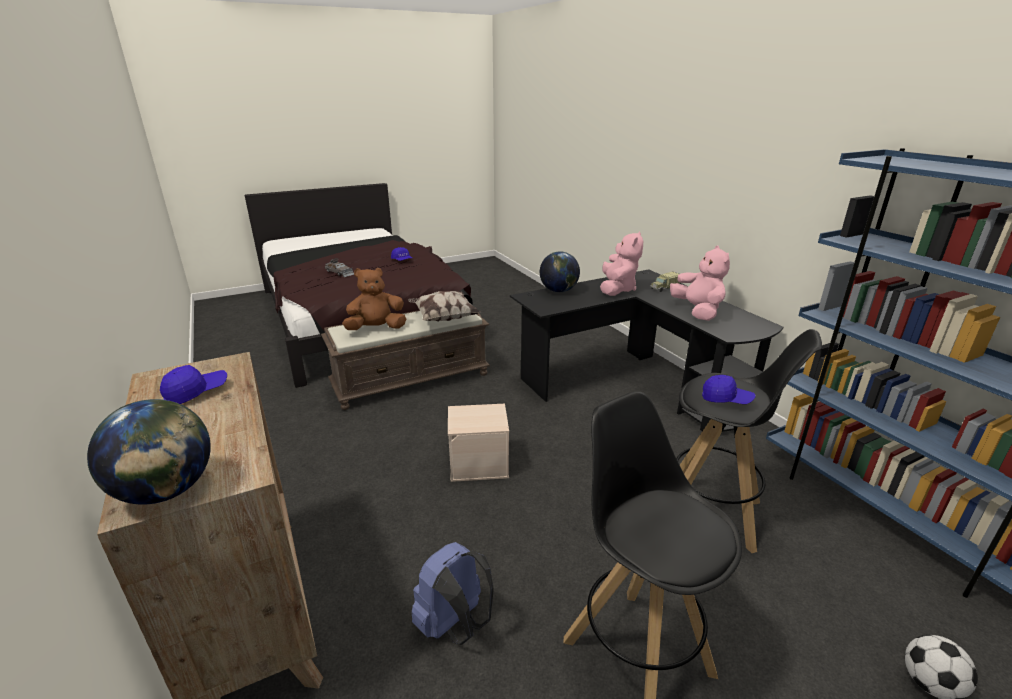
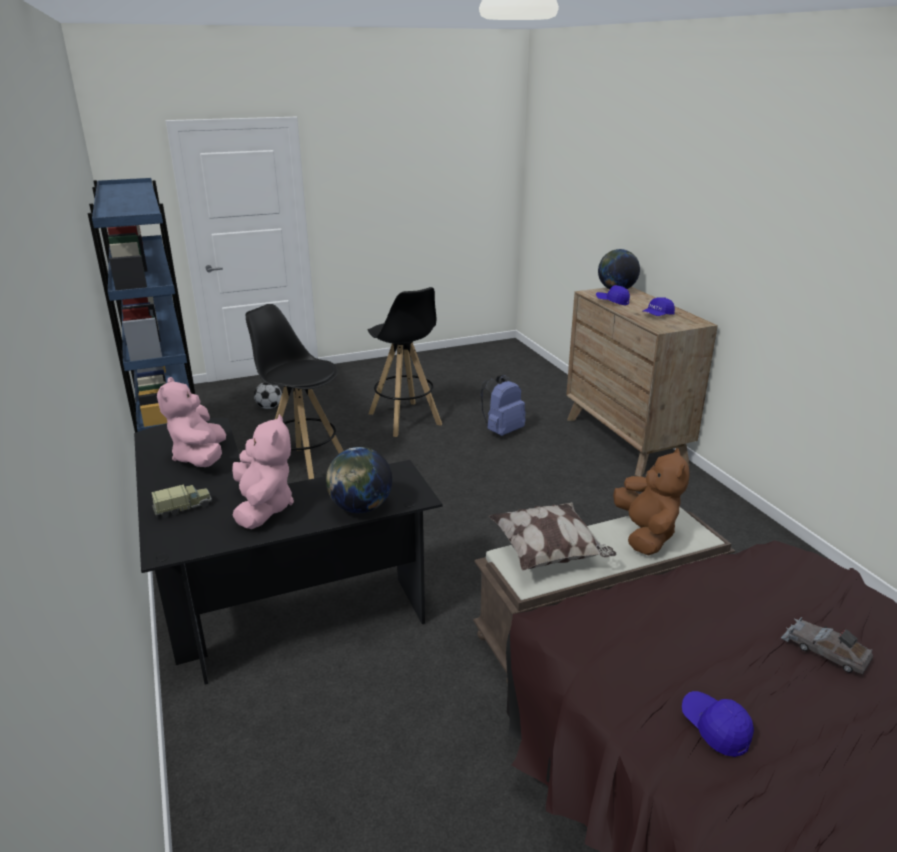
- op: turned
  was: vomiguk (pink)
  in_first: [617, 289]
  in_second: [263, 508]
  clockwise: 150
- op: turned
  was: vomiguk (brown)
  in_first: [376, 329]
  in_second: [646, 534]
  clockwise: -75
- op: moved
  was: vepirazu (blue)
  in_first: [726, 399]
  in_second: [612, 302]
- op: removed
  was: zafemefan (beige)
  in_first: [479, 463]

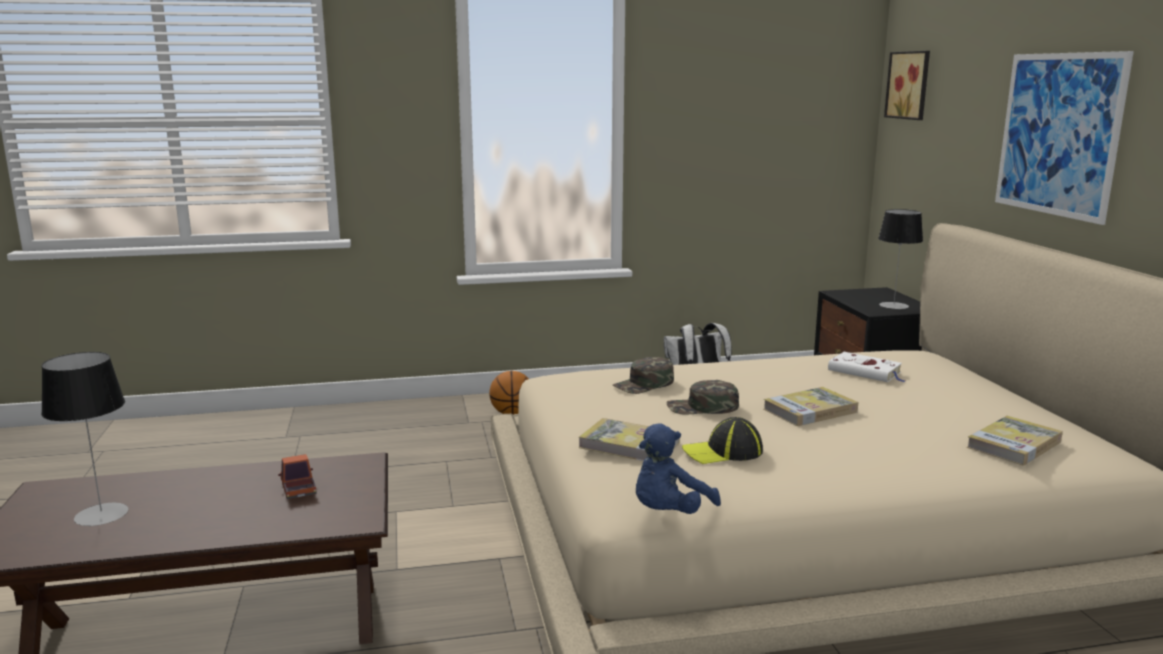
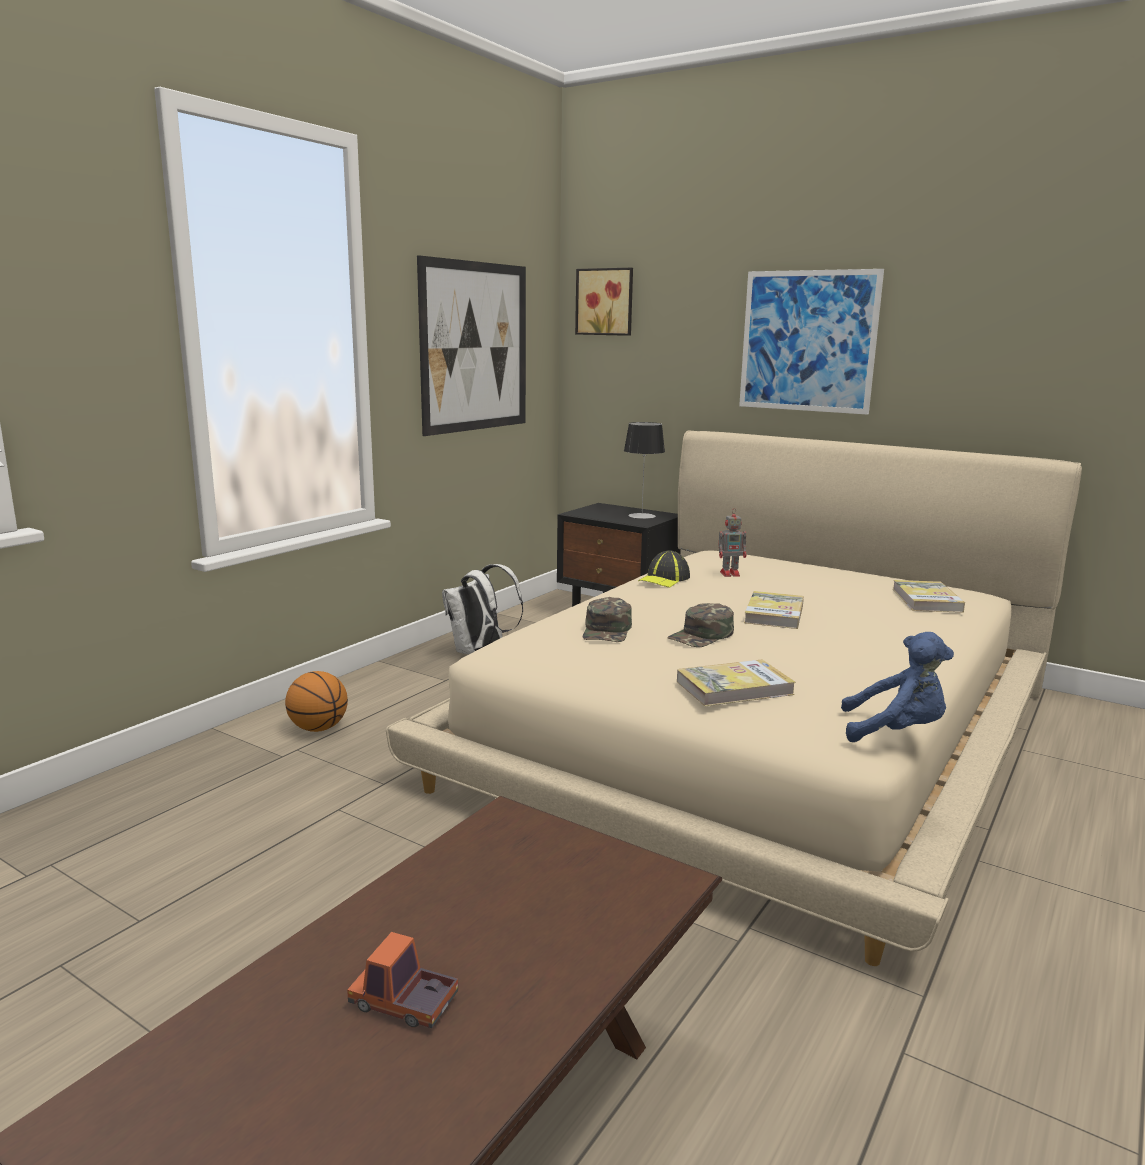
- op: removed
  was: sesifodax
  in_first: [101, 514]
- op: replaced
  was: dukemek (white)
  now: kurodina
  in_first: [866, 372]
  in_second: [731, 574]
- op: moved
  was: vepirazu
  in_first: [723, 452]
  in_second: [664, 579]
- op: turned
  was: vomiguk (blue)
  in_first: [669, 513]
  in_second: [896, 732]
  clockwise: -75
- op: moved
  was: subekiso
  in_first: [298, 490]
  in_second: [404, 1003]
- op: added
  now: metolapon
  in_second: [475, 347]

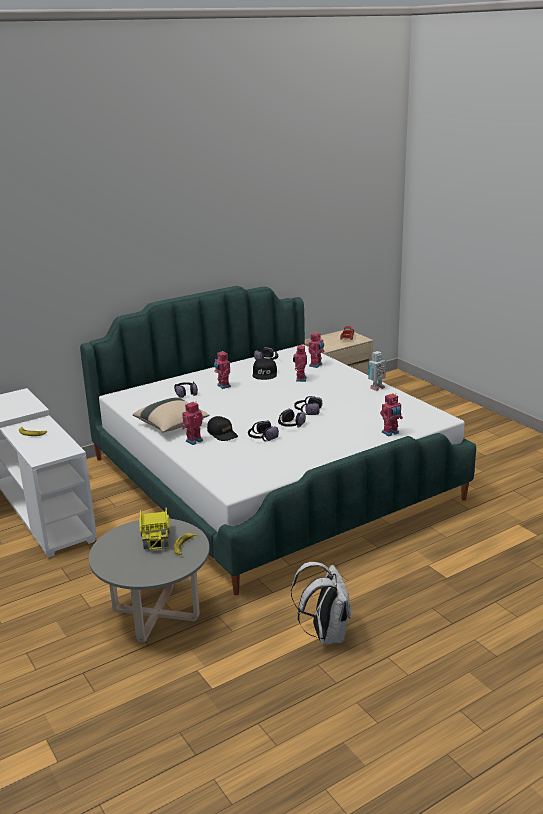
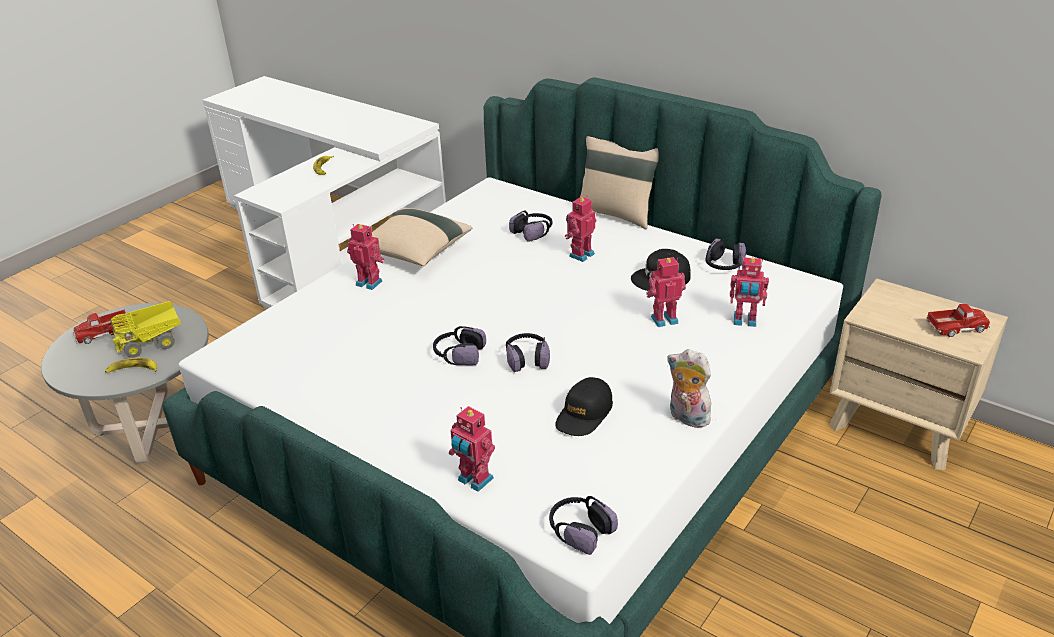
- op: replaced
  was: kurodina
  now: vomiguk
  in_first: [376, 388]
  in_second: [686, 418]
- op: moved
  was: vepirazu (black)
  in_first: [222, 434]
  in_second: [584, 414]
- op: moved
  was: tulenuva
  in_first: [262, 437]
  in_second: [580, 530]
- op: removed
  was: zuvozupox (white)
  in_first: [325, 634]
- op: added
  now: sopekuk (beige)
  in_second: [616, 214]
- op: added
  now: subekiso
  in_second: [104, 333]

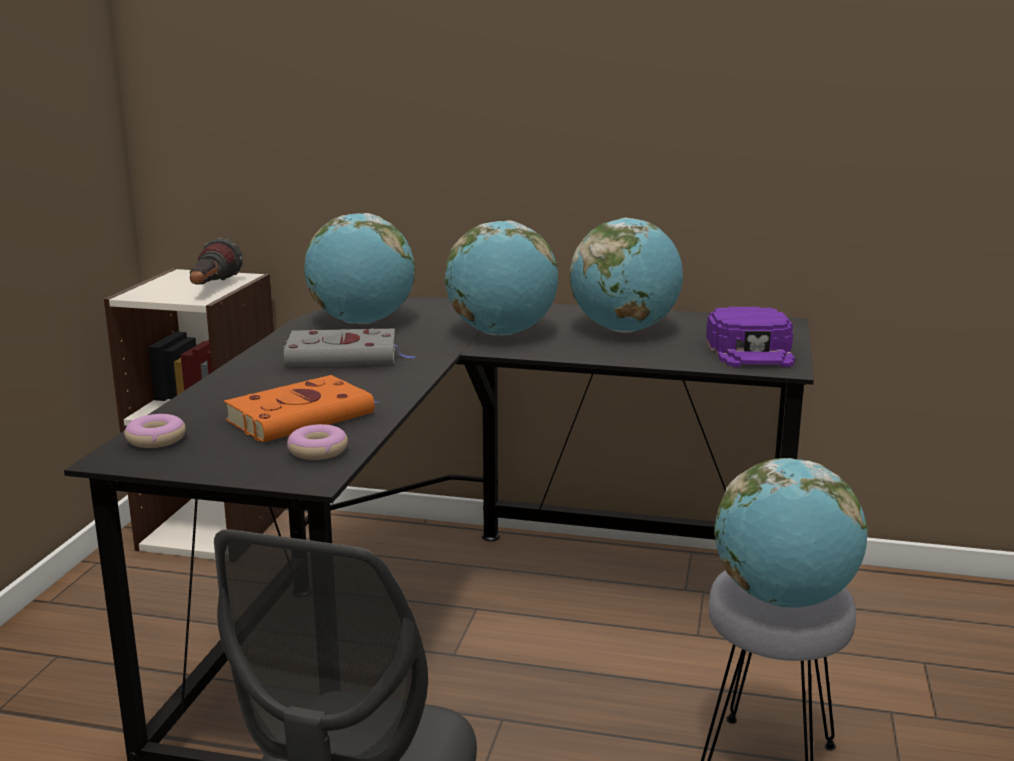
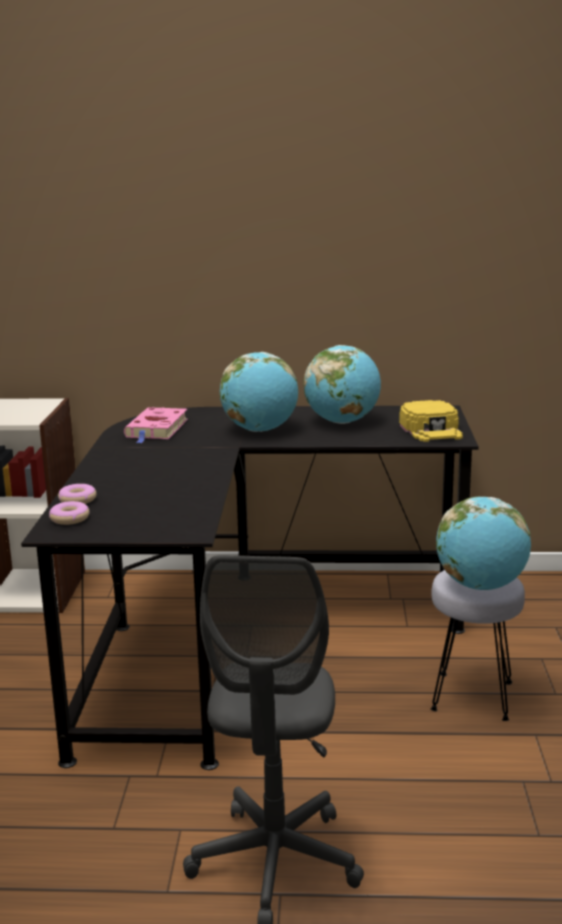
- op: replaced
  was: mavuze
  now: dukemek (pink)
  in_first: [362, 322]
  in_second: [157, 429]
- op: removed
  was: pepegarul
  in_first: [212, 288]
- op: recoloured
  was: vepirazu (purple)
  now: vepirazu (yellow)
  in_first: [751, 350]
  in_second: [431, 430]
- op: removed
  was: dukemek (grey)
  in_first: [345, 356]
- op: removed
  was: dukemek (orange)
  in_first: [303, 416]
- op: moved
  was: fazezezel
  in_first: [318, 451]
  in_second: [78, 500]

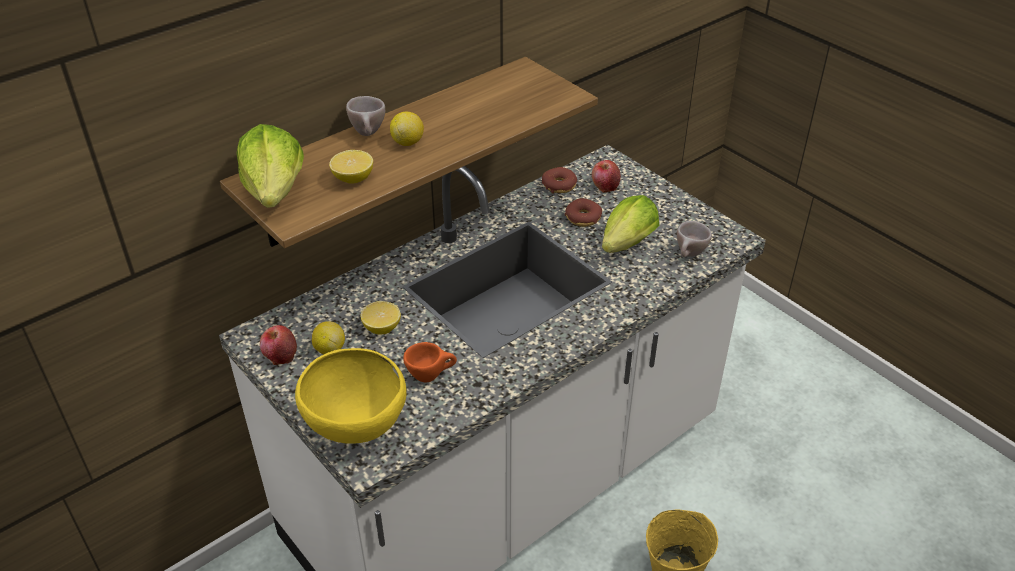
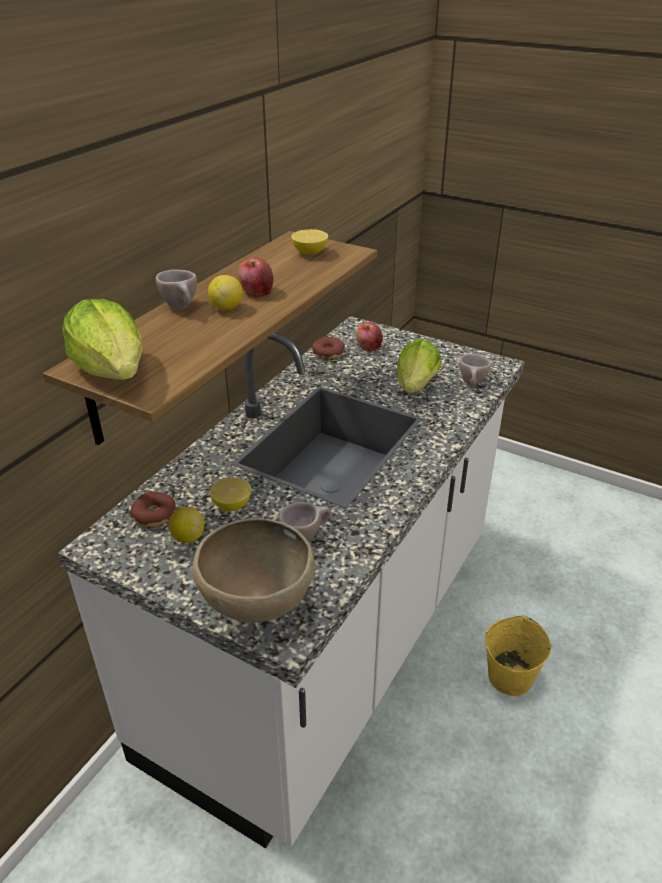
- op: moved
  was: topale
  in_first: [353, 179]
  in_second: [310, 252]
- op: moved
  was: fazezezel
  in_first: [583, 218]
  in_second: [154, 515]
- op: moved
  was: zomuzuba
  in_first: [280, 356]
  in_second: [256, 291]
- op: recoloured
  was: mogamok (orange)
  now: mogamok (beige)
  in_first: [431, 375]
  in_second: [305, 536]
- op: recoloured
  was: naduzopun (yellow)
  now: naduzopun (brown)
  in_first: [356, 428]
  in_second: [257, 606]

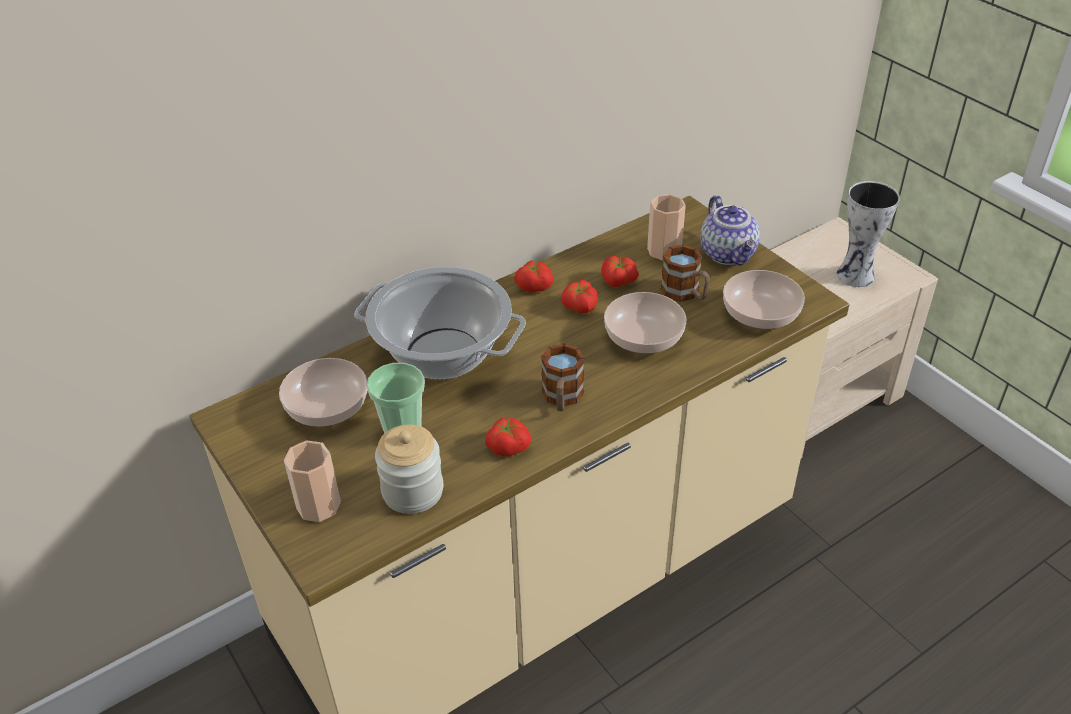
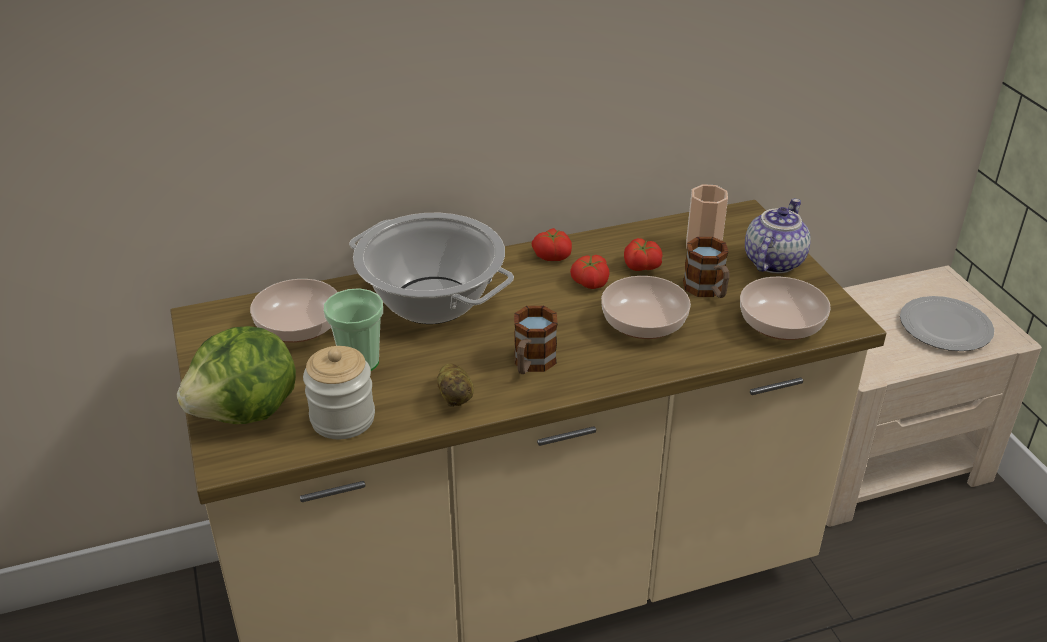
- op: replaced
  was: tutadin
  now: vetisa
  in_first: [856, 276]
  in_second: [946, 328]
- op: turned
  was: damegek
  in_first: [729, 254]
  in_second: [772, 261]
  clockwise: -150
- op: replaced
  was: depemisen
  now: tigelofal
  in_first: [508, 446]
  in_second: [456, 397]
- op: replaced
  was: mogamok
  now: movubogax
  in_first: [318, 505]
  in_second: [247, 412]

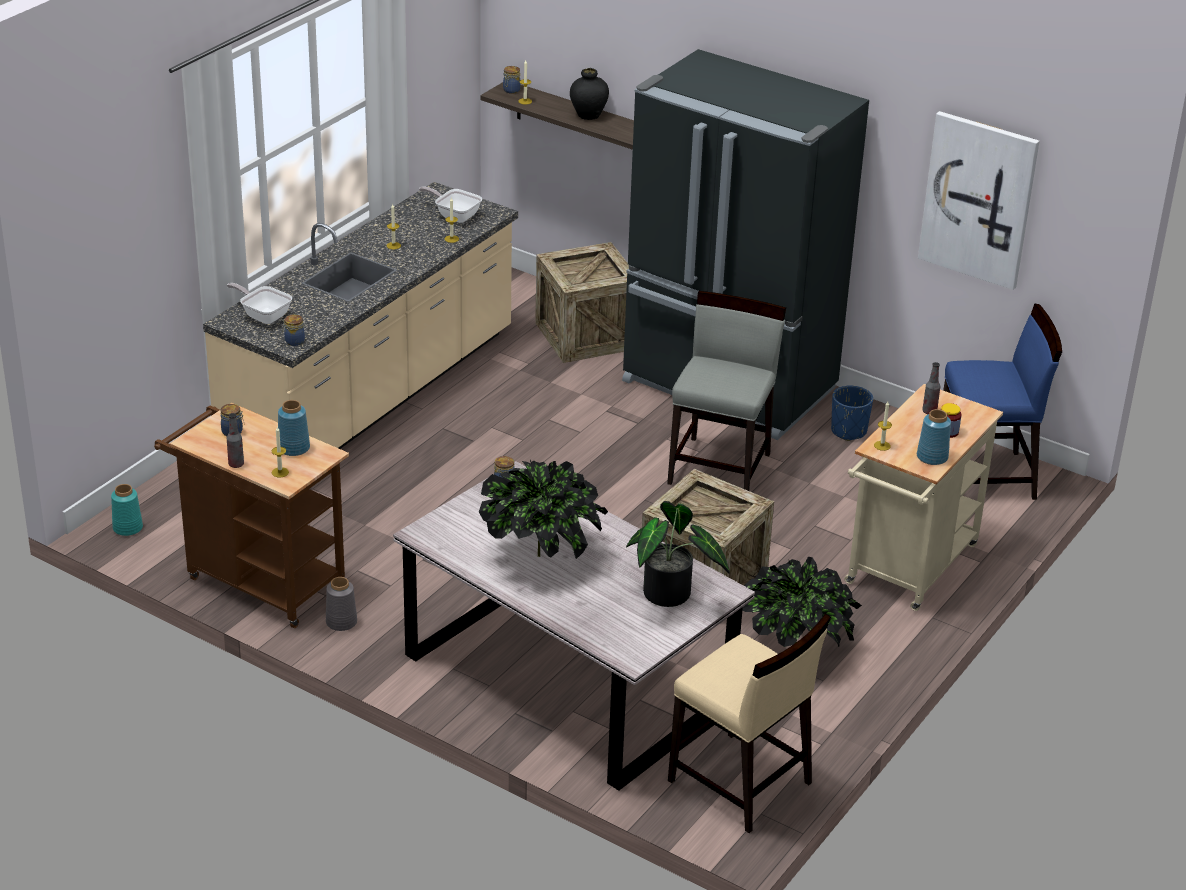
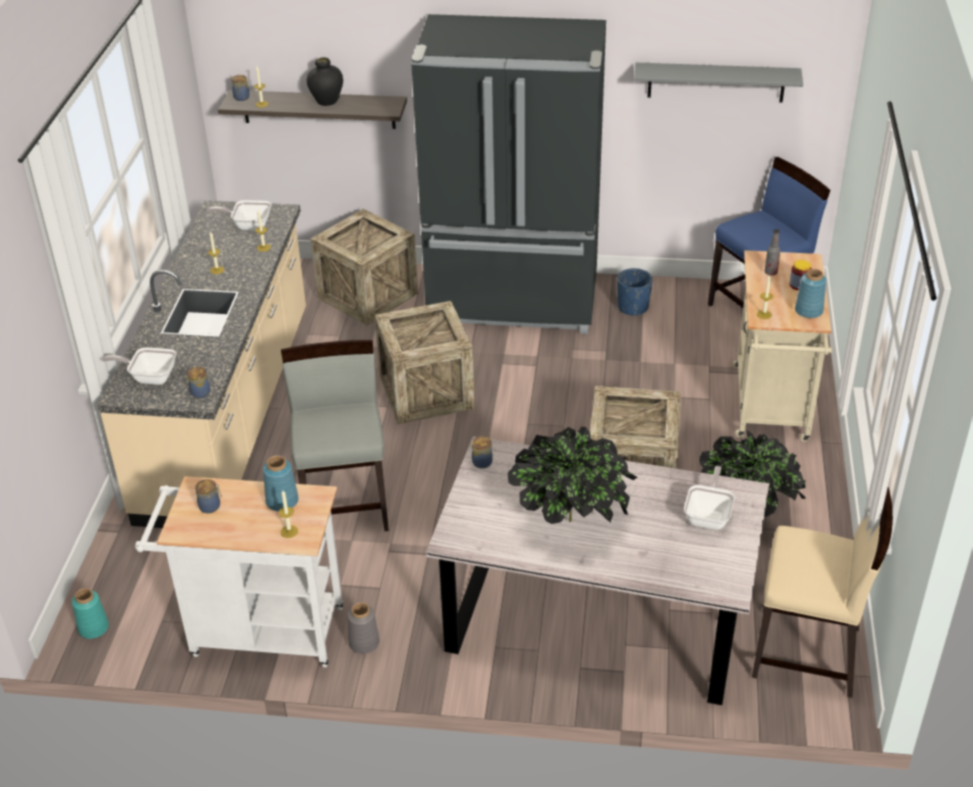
- op: replaced
  was: metolapon
  now: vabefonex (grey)
  in_first: [978, 199]
  in_second: [716, 82]
- op: moved
  was: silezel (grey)
  in_first: [720, 468]
  in_second: [345, 504]
- op: recoloured
  was: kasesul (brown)
  now: kasesul (white)
  in_first: [259, 580]
  in_second: [258, 632]
- op: removed
  was: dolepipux
  in_first: [236, 464]
- op: replaced
  was: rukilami
  now: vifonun
  in_first: [670, 596]
  in_second: [709, 515]
- op: added
  now: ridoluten
  in_second: [426, 392]

